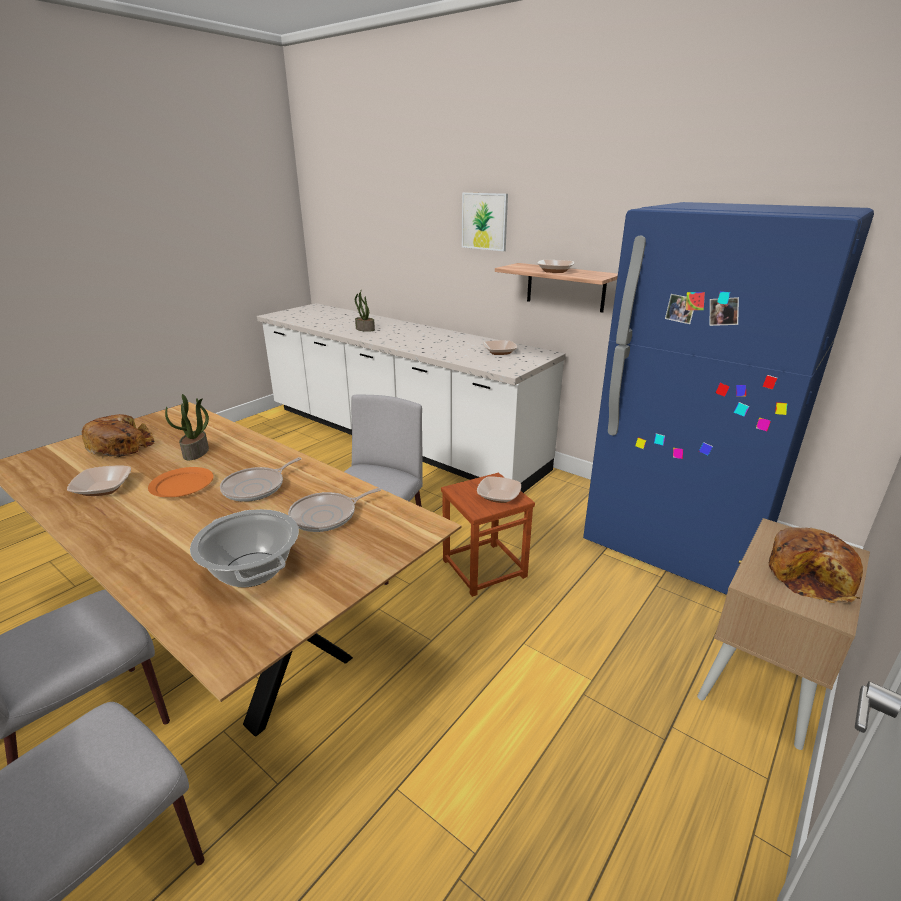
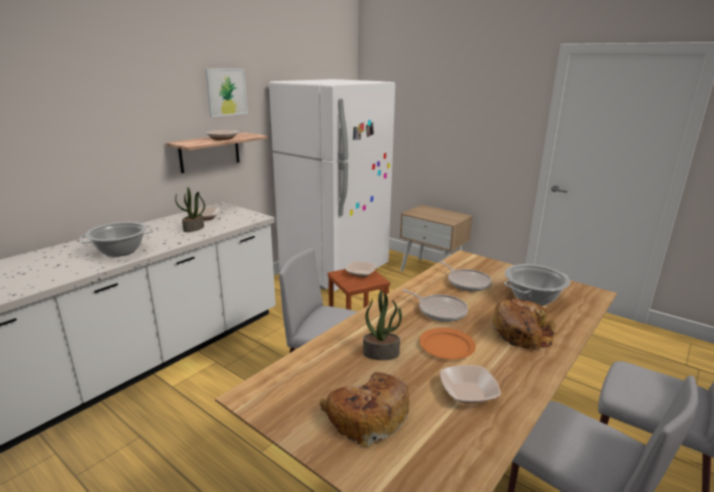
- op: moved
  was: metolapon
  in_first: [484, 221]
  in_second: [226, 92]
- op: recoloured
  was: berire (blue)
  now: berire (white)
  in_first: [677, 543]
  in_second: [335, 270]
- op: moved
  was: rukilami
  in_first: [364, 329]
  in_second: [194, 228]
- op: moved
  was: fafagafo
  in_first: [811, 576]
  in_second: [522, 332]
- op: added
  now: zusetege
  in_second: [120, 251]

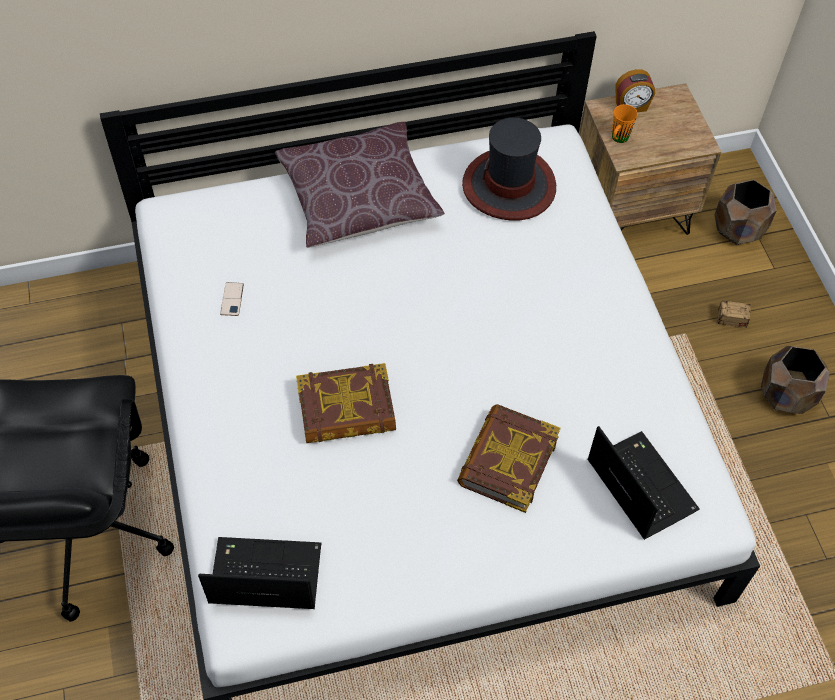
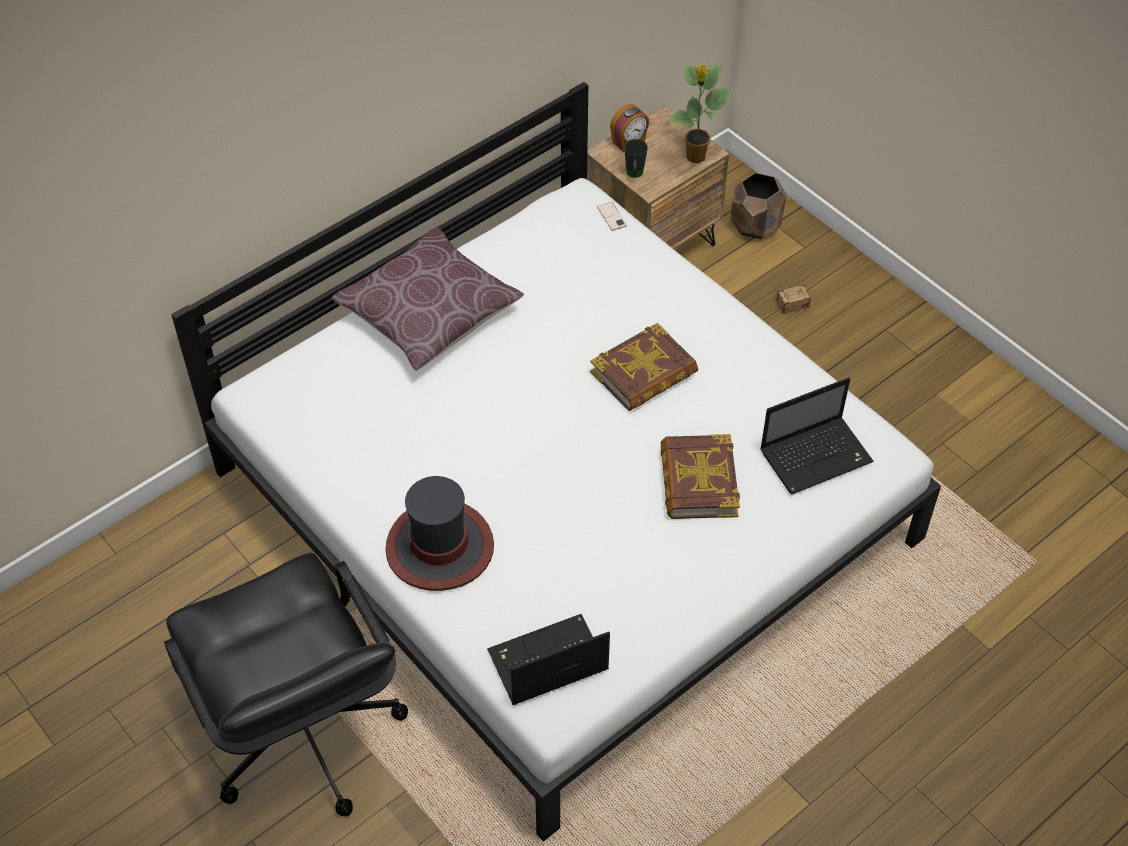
- op: recoloured
  was: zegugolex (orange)
  now: zegugolex (black)
  in_first: [618, 140]
  in_second: [634, 175]
- op: moved
  was: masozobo
  in_first: [509, 186]
  in_second: [440, 547]
- op: moved
  was: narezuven
  in_first: [232, 299]
  in_second: [612, 216]
- op: removed
  was: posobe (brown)
  in_first: [786, 396]
- op: moved
  was: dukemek
  in_first: [346, 409]
  in_second: [644, 374]
- op: turned
  was: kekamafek
  in_first: [638, 484]
  in_second: [817, 455]
  clockwise: 120
- op: added
  now: rukilami
  in_second: [695, 157]

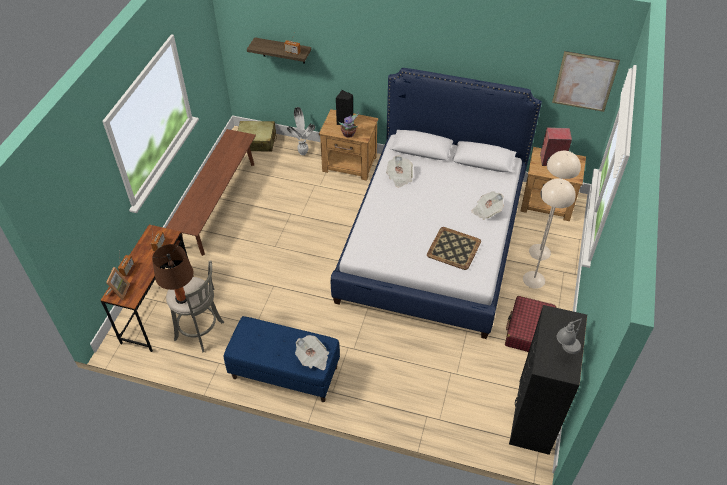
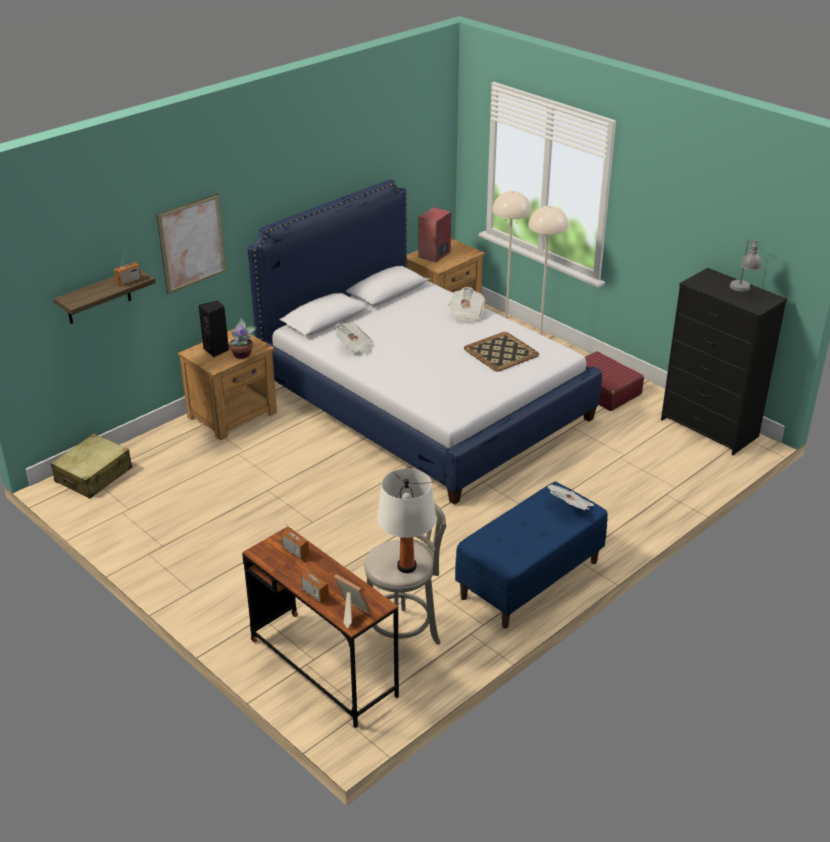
- op: moved
  was: metolapon
  in_first: [584, 81]
  in_second: [192, 243]
- op: removed
  was: rukilami
  in_first: [303, 152]
- op: removed
  was: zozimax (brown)
  in_first: [218, 204]
- op: recoloured
  was: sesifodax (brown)
  now: sesifodax (white)
  in_first: [182, 298]
  in_second: [406, 566]

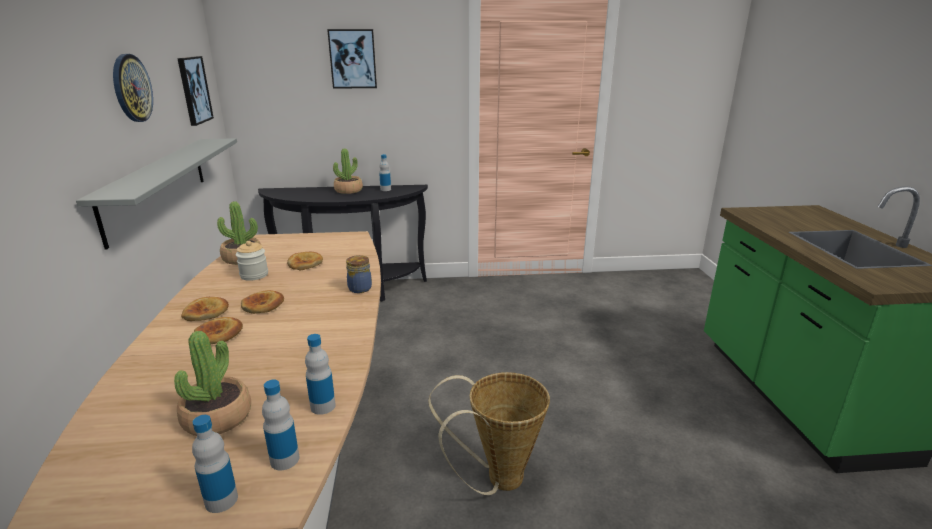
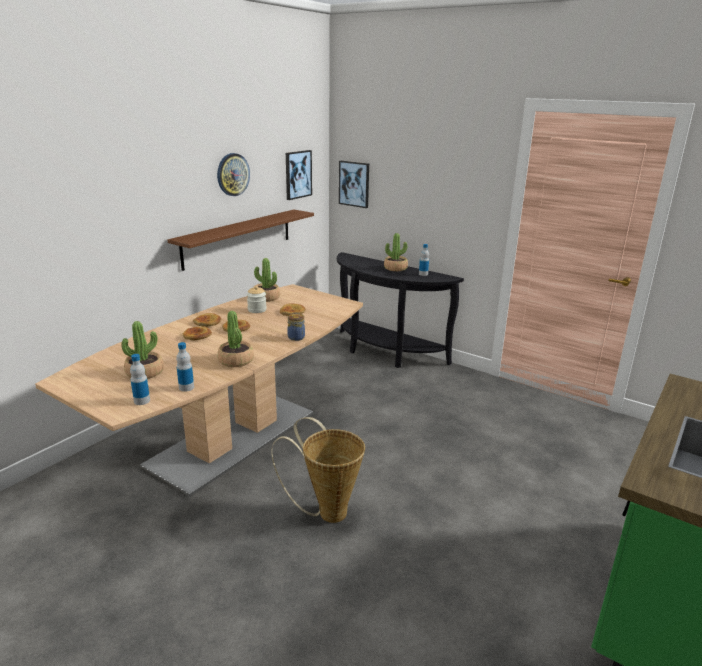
- op: moved
  was: metolapon
  in_first: [353, 59]
  in_second: [354, 184]
- op: recoloured
  was: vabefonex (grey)
  now: vabefonex (brown)
  in_first: [157, 186]
  in_second: [238, 238]
- op: removed
  was: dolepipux
  in_first: [221, 500]
- op: added
  now: rukilami
  in_second: [236, 360]

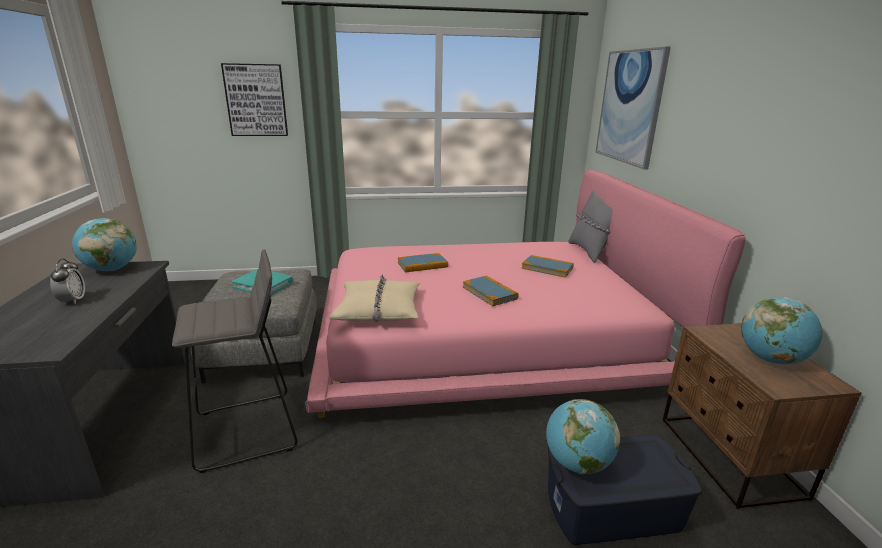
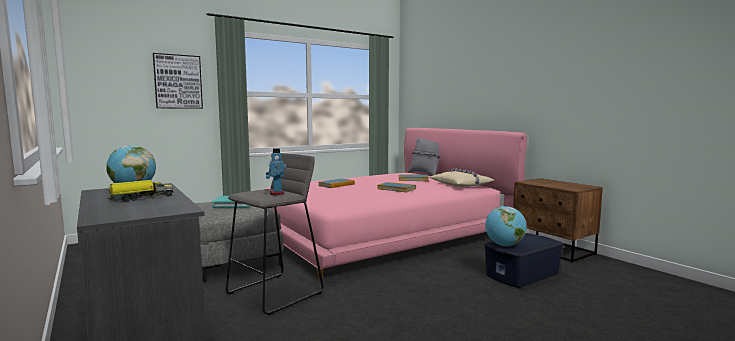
- op: removed
  was: metolapon
  in_first: [629, 107]
- op: replaced
  was: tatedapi
  now: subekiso
  in_first: [73, 301]
  in_second: [141, 198]
- op: moved
  was: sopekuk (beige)
  in_first: [378, 309]
  in_second: [461, 185]
- op: removed
  was: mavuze
  in_first: [771, 359]
- op: added
  now: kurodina
  in_second: [276, 193]

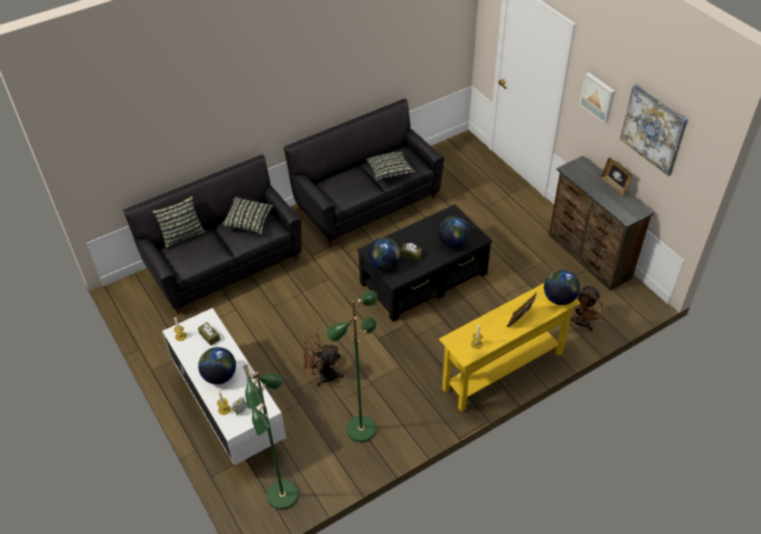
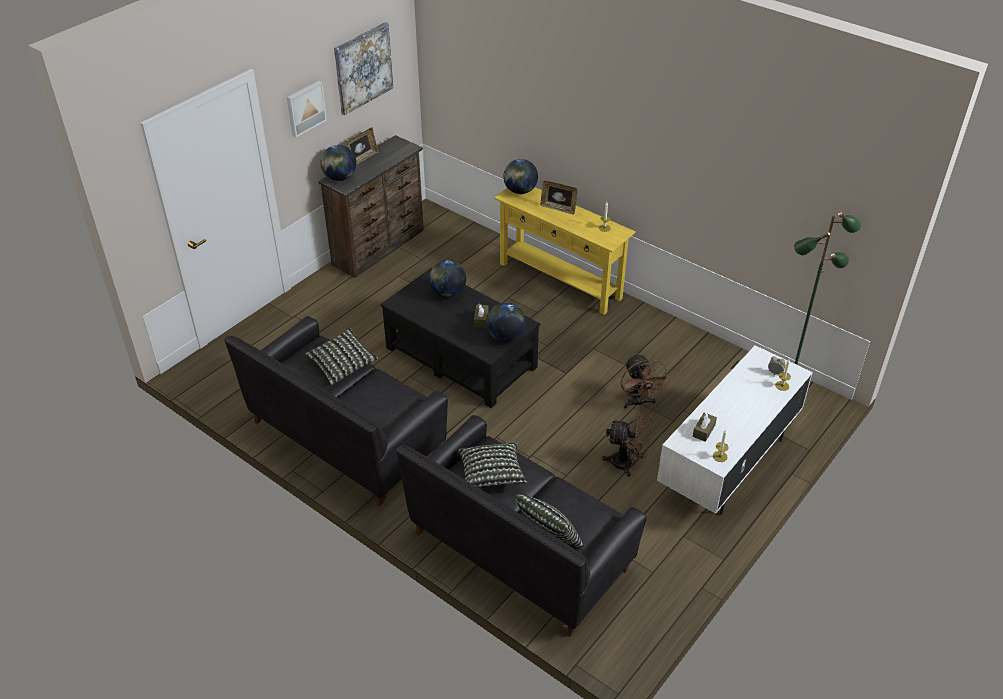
- op: moved
  was: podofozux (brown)
  in_first: [579, 323]
  in_second: [627, 463]
- op: removed
  was: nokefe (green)
  in_first: [360, 428]
- op: moved
  was: mavuze
  in_first: [220, 376]
  in_second: [340, 178]

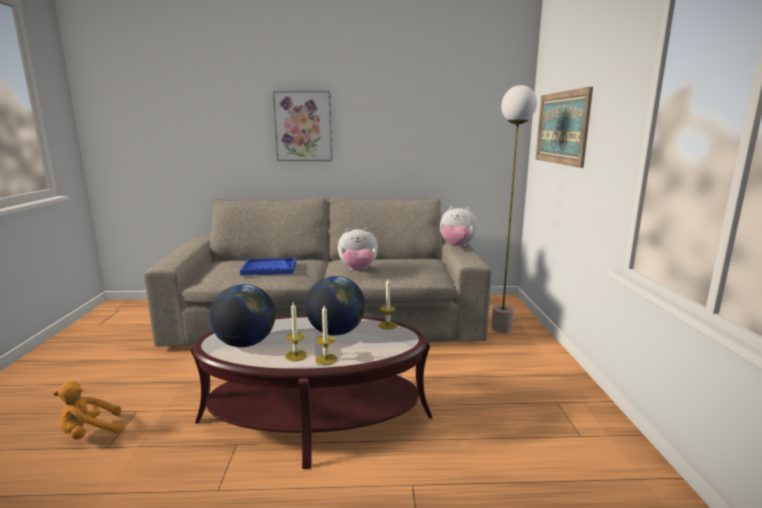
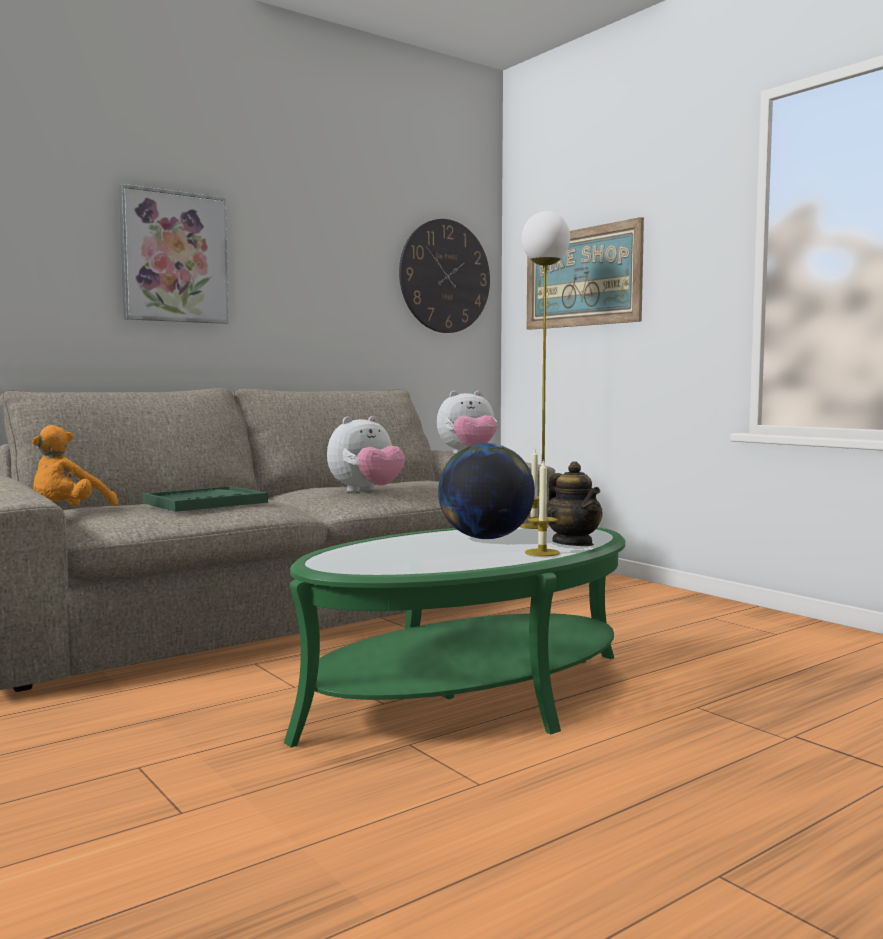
- op: recoloured
  was: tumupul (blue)
  now: tumupul (green)
  in_first: [269, 268]
  in_second: [205, 502]
- op: removed
  was: mavuze
  in_first: [245, 343]
- op: removed
  was: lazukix
  in_first: [296, 355]
- op: recoloured
  was: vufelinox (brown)
  now: vufelinox (green)
  in_first: [314, 418]
  in_second: [470, 694]
- op: moved
  was: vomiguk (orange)
  in_first: [90, 433]
  in_second: [68, 512]
- op: added
  now: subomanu
  in_second: [445, 276]
- op: added
  now: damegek
  in_second: [573, 543]

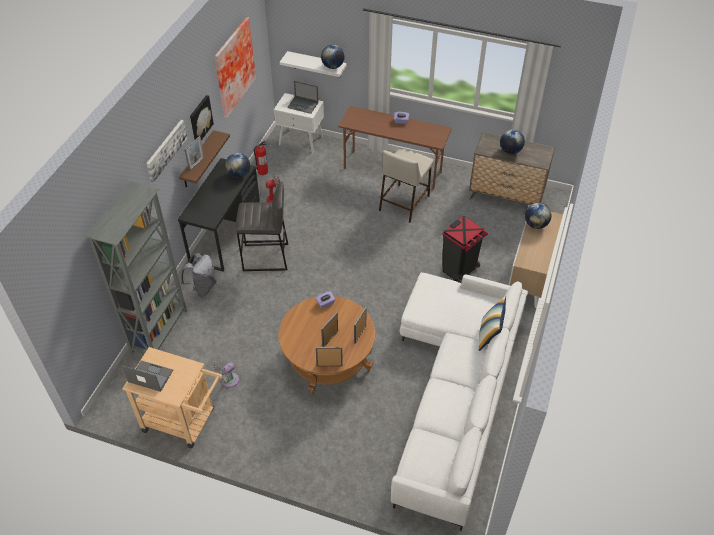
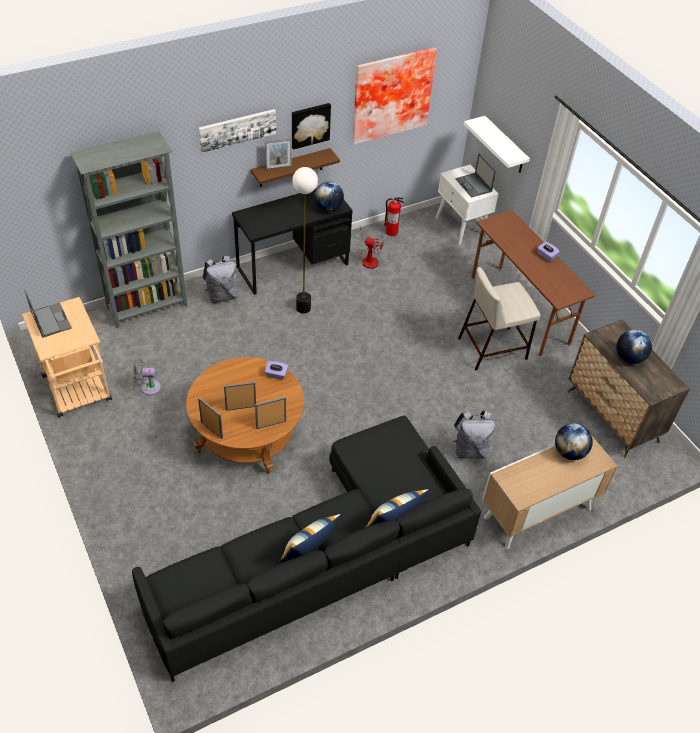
- op: removed
  was: mavuze
  in_first: [333, 66]
- op: replaced
  was: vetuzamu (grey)
  now: nokefe
  in_first: [266, 257]
  in_second: [303, 308]
- op: replaced
  was: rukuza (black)
  now: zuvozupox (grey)
  in_first: [459, 270]
  in_second: [470, 450]
- op: recoloured
  was: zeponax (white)
  now: zeponax (black)
  in_first: [454, 391]
  in_second: [322, 556]
- op: added
  now: sopekuk
  in_second: [308, 552]

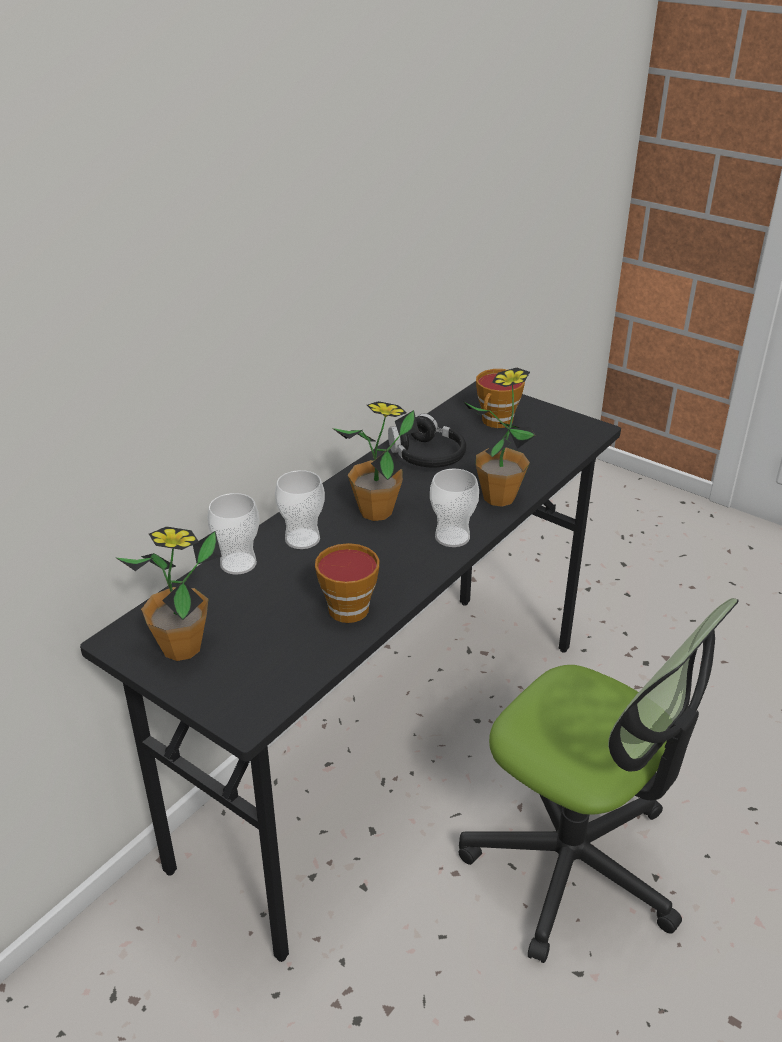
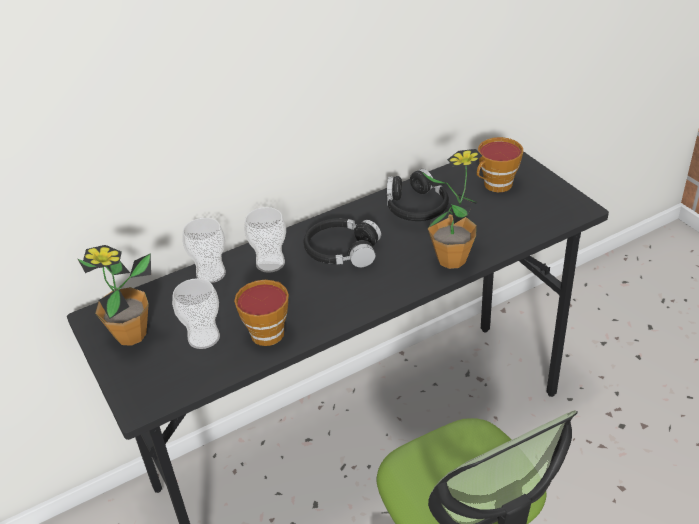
- op: replaced
  was: rukilami
  now: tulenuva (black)
  in_first: [376, 512]
  in_second: [342, 251]
- op: moved
  was: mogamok
  in_first: [452, 537]
  in_second: [204, 337]

